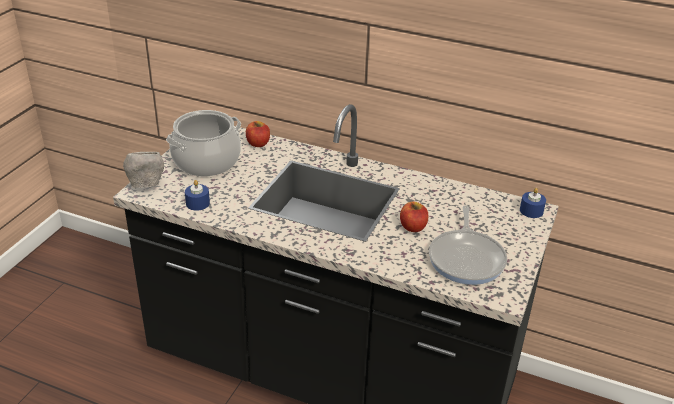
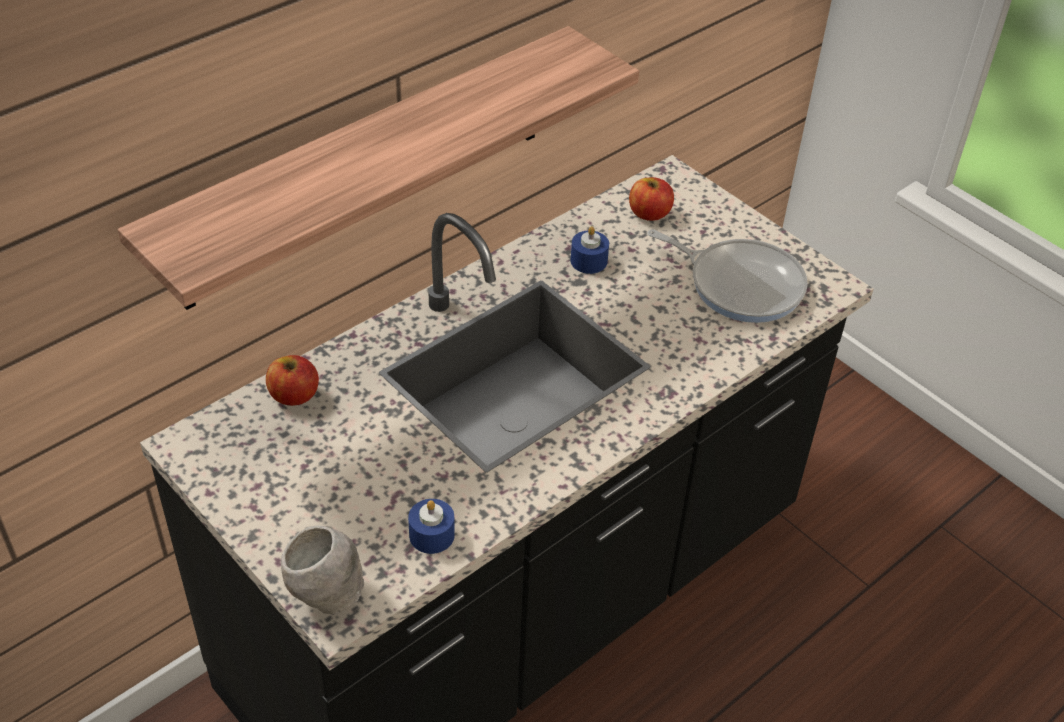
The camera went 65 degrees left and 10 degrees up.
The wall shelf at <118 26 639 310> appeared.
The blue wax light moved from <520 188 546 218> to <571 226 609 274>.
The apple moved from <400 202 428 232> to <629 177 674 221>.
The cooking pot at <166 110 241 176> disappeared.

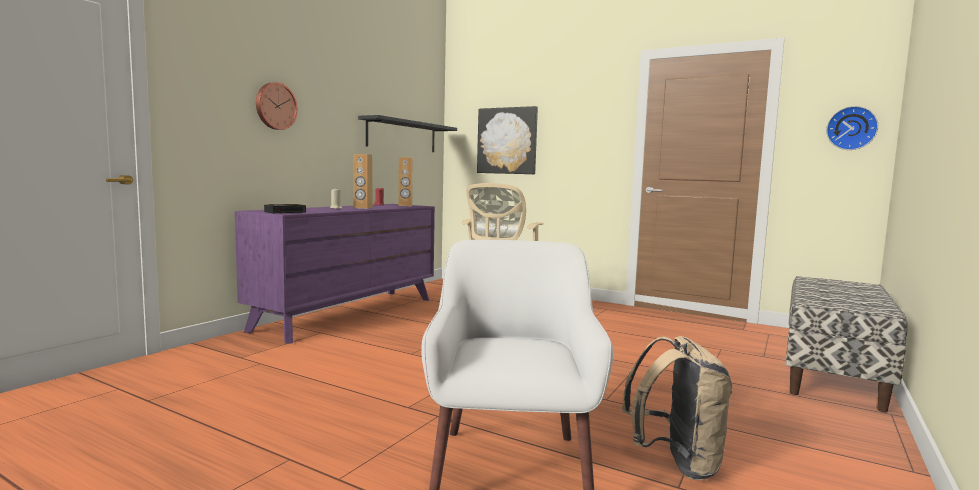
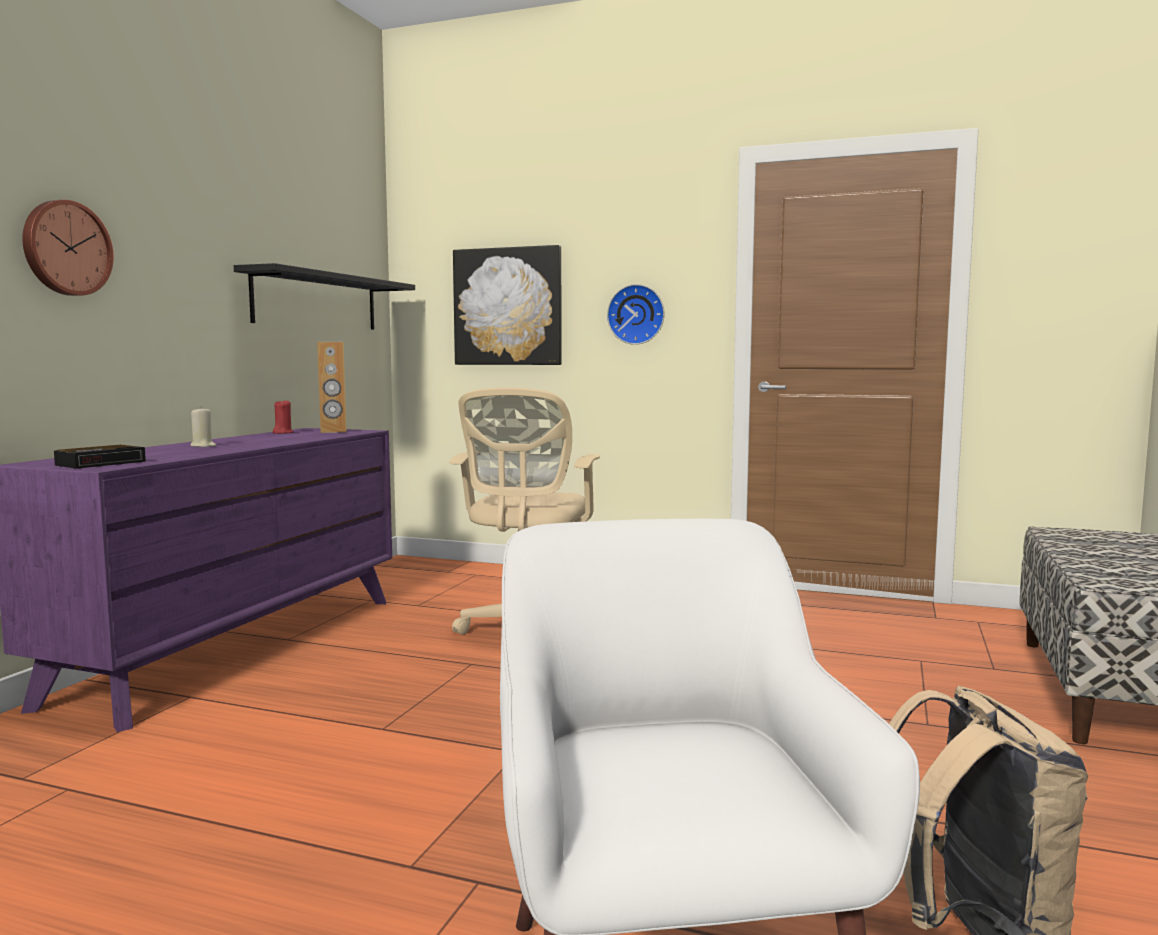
The camera went 10 degrees left and 0 degrees up.
The clock on the wall moved from <826 106 878 150> to <607 284 665 345>.
The brown speaker at <353 154 373 209> disappeared.

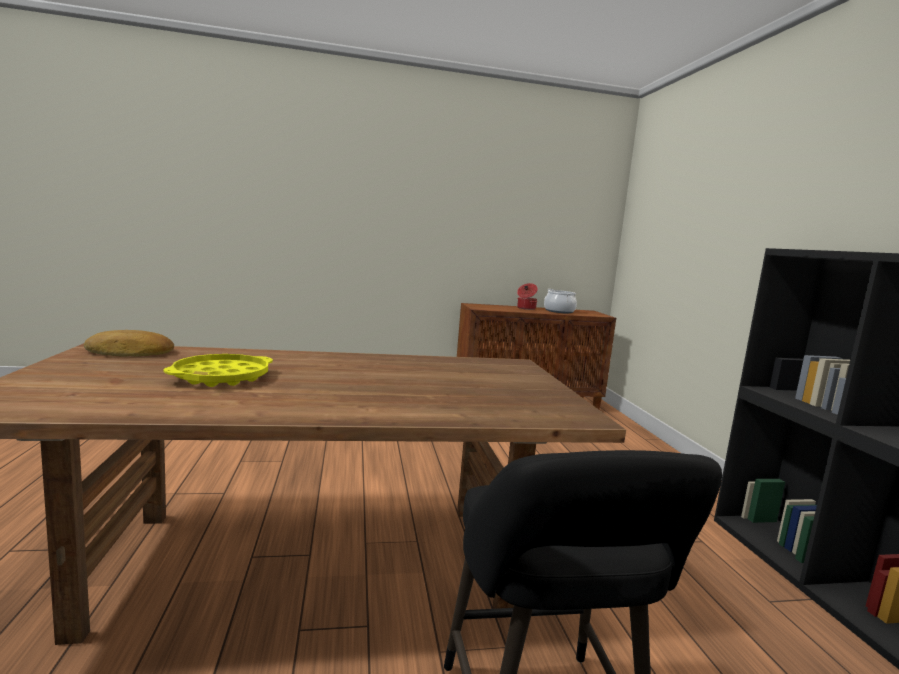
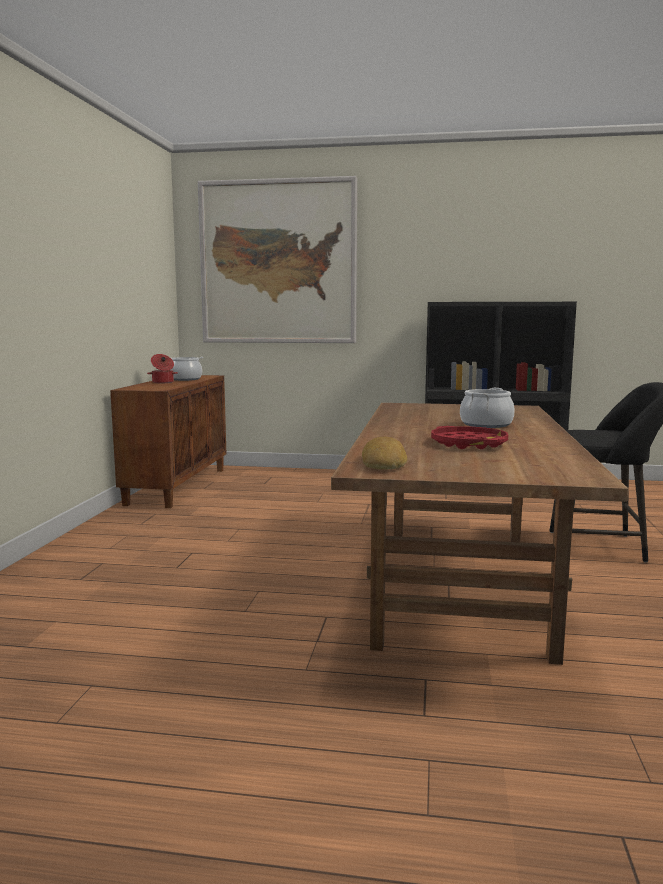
The camera went 70 degrees left and 0 degrees up.
The picture at <198 176 357 343> appeared.
The yellow carrying tray at <164 354 273 387> became the reddish carrying tray at <431 426 508 449>.
The cooking pot at <460 388 515 428> appeared.

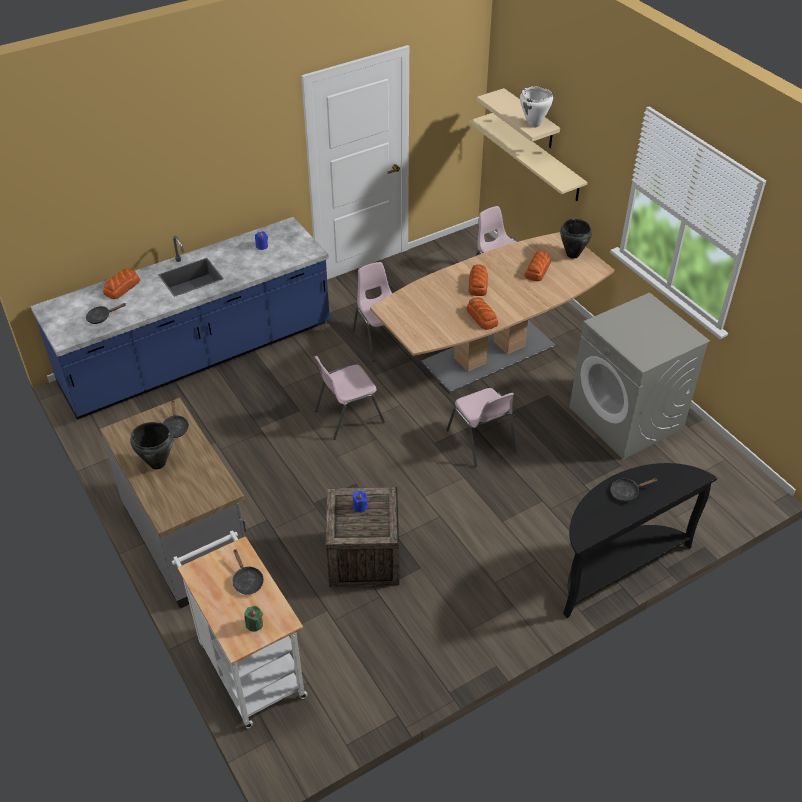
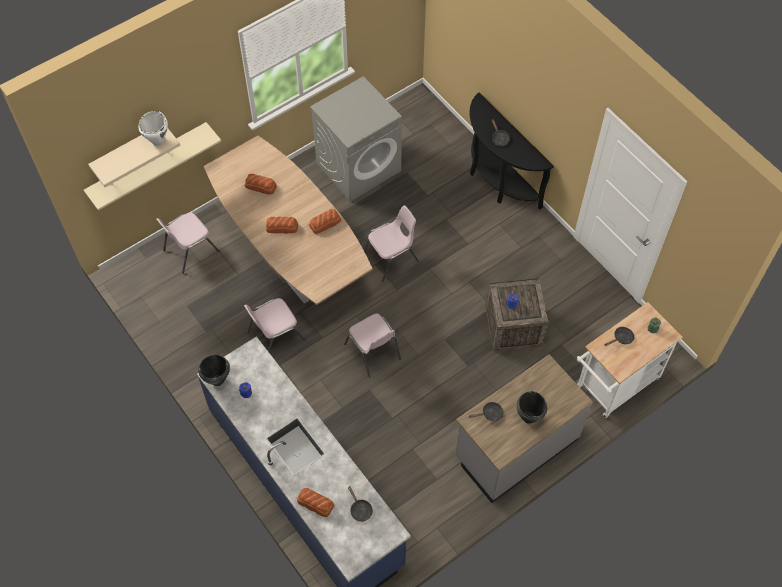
The camera went 95 degrees left and 15 degrees up.
The black cooking pot moved from <560 219 592 259> to <198 355 230 386>.

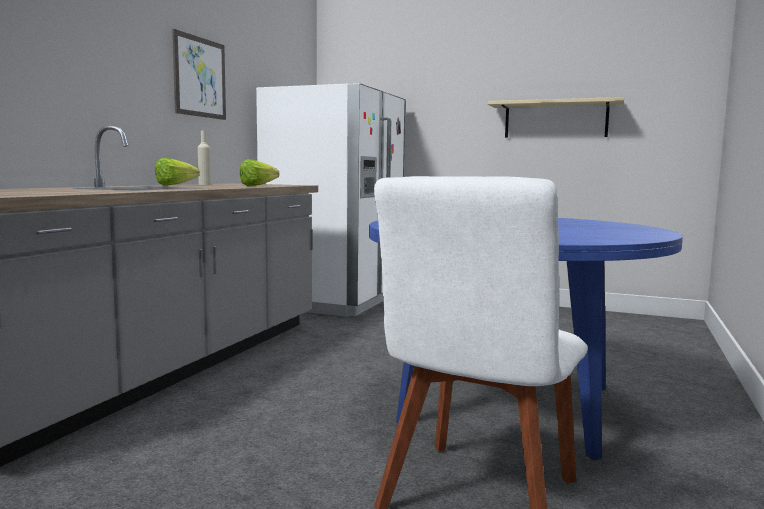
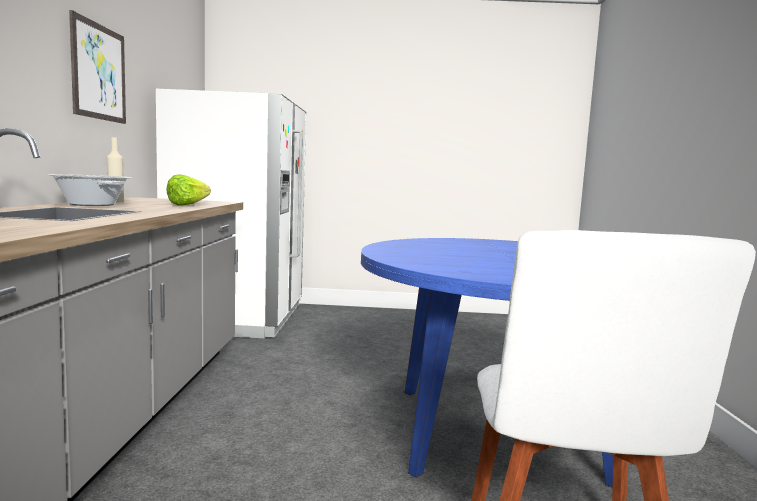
The camera went 20 degrees left and 0 degrees up.
The head of lettuce at <155 158 200 186> was replaced by the cooking pot at <48 174 131 206>.
The beige-coloured wall shelf at <487 97 624 138> disappeared.

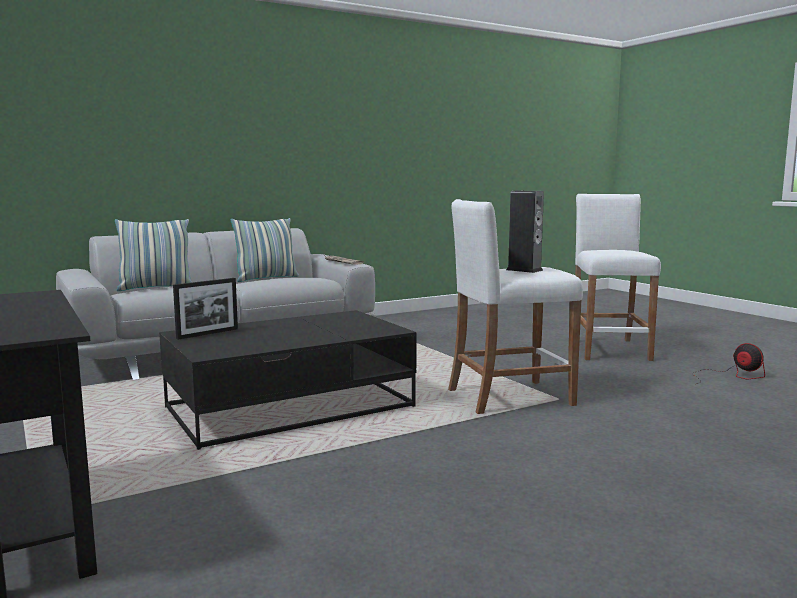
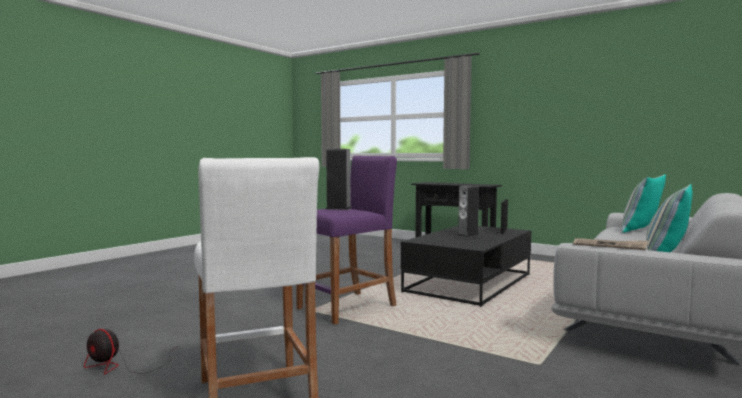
The camera went 155 degrees right and 5 degrees down.
The whitish stool at <448 199 583 414> became the purplish stool at <296 156 397 325>.
The speaker at <457 185 479 237> appeared.

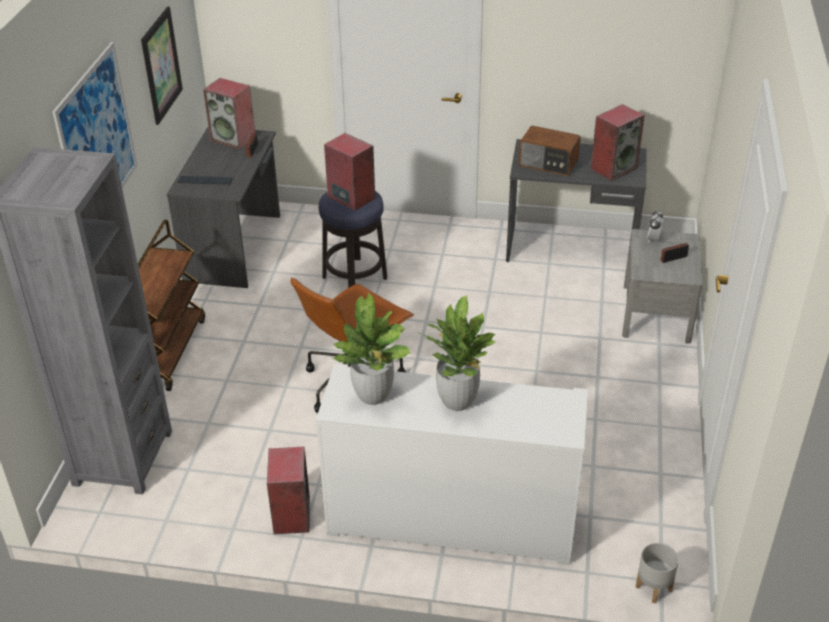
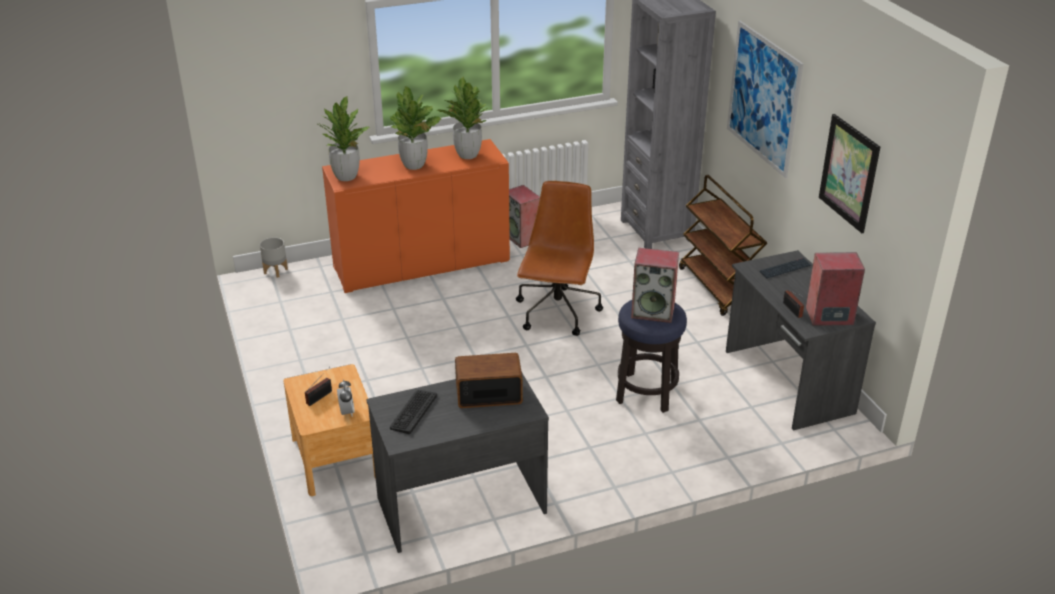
The camera went 150 degrees right and 5 degrees down.
The gray nightstand at <622 229 702 344> became the brown nightstand at <283 364 376 496>.
The potted plant at <317 96 370 181> appeared.
The whitish cupboard at <316 363 588 565> became the orange cupboard at <322 139 510 293>.
The speaker at <591 104 645 181> was replaced by the PC keyboard at <390 390 437 434>.

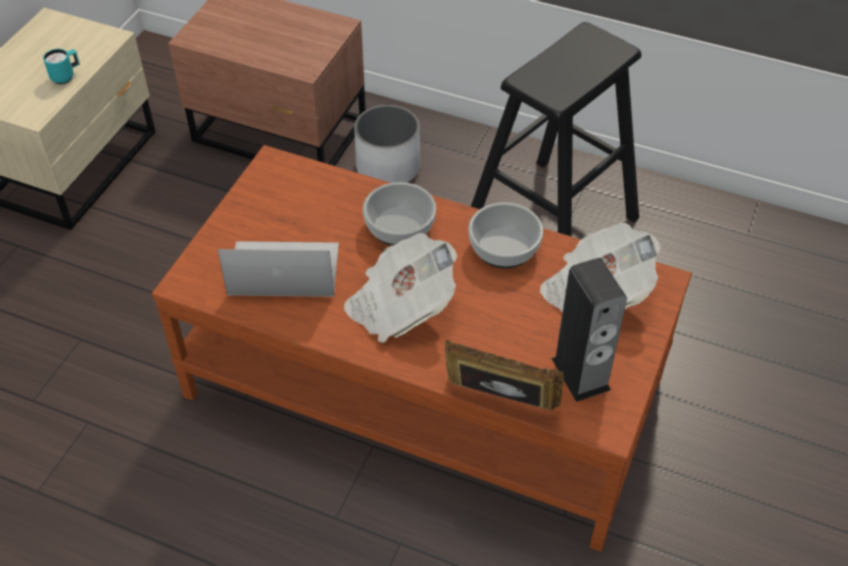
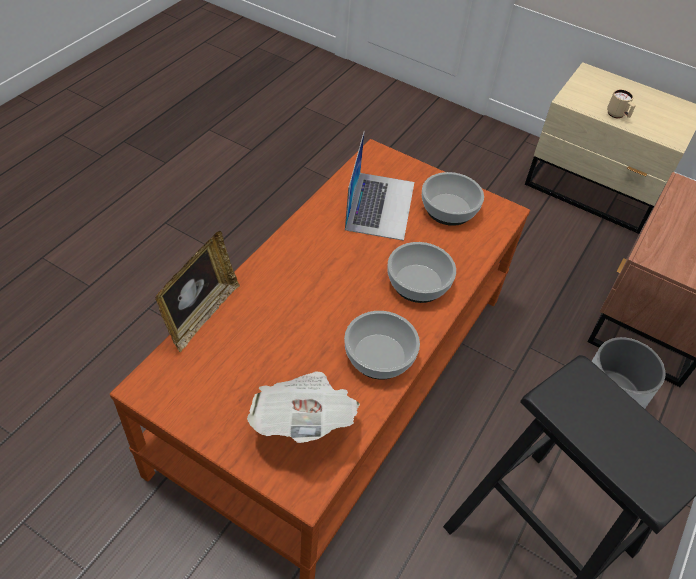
The camera went 95 degrees right and 0 degrees up.
The deep dish at <422 172 484 226> appeared.
The turquoise-coloured coffee mug at <43 49 80 84> became the beige-coloured coffee mug at <607 89 636 118>.
The daily paper at <344 233 458 343> disappeared.
The speaker at <551 258 627 402> disappeared.

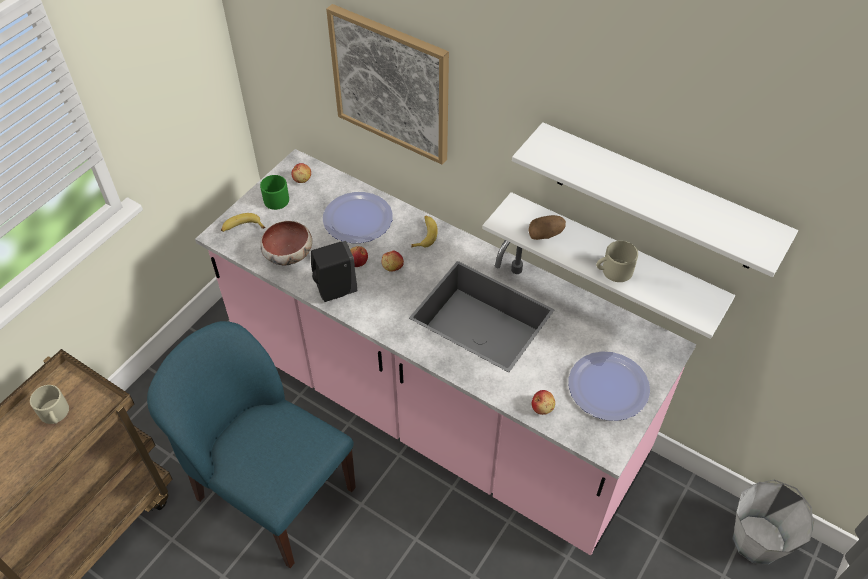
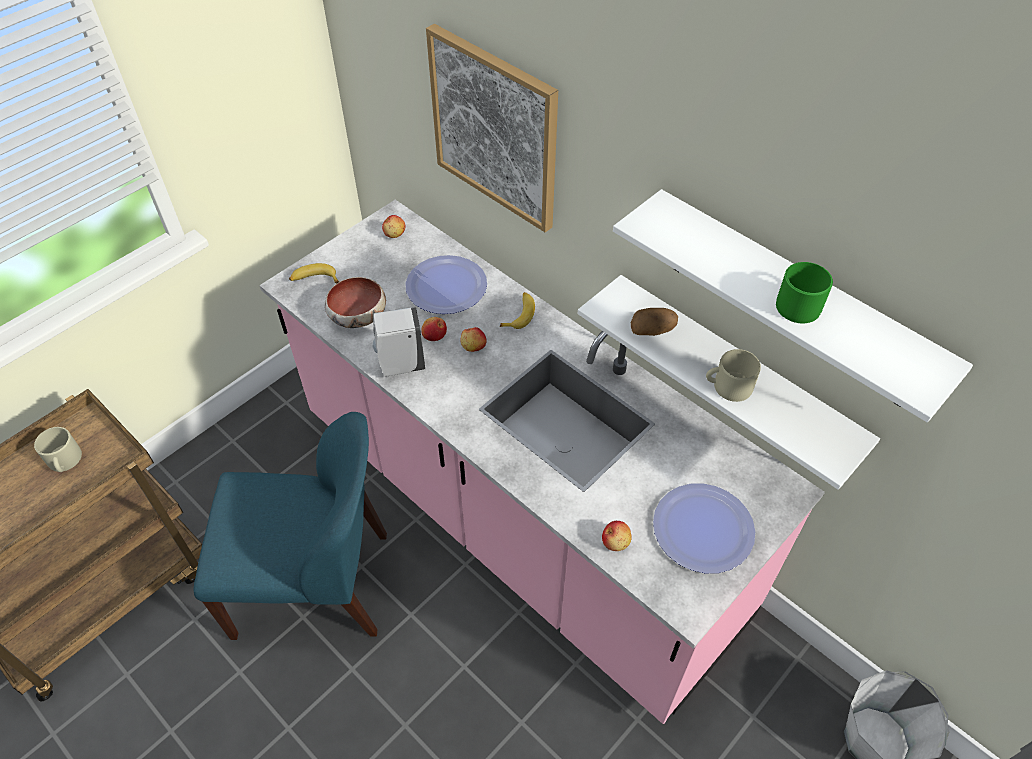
The camera went 10 degrees right and 0 degrees up.
The blue chair at <147 321 356 568> turned 135 degrees clockwise.
The black soap dispenser at <311 241 357 302> became the whitish soap dispenser at <372 307 425 377>.
The greenish coffee mug moved from <260 175 289 210> to <776 262 833 323>.

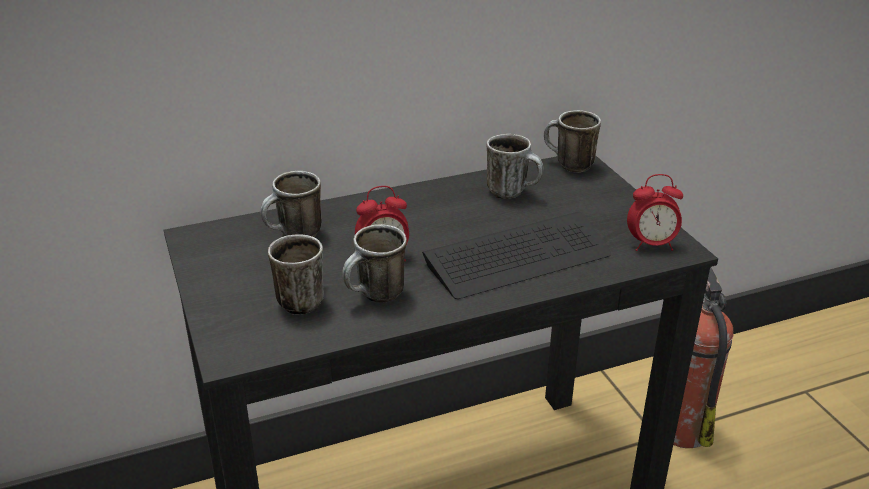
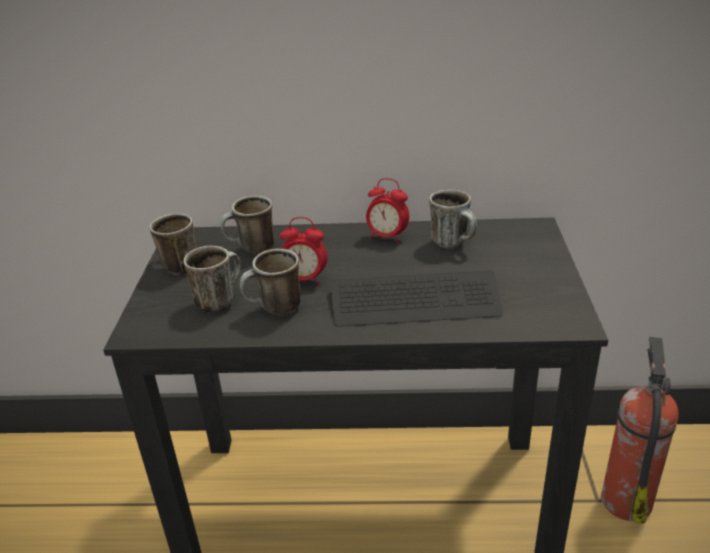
The camera went 25 degrees right and 0 degrees up.
The coffee mug moved from <544 110 601 173> to <149 213 196 275>.
The table clock moved from <627 174 683 251> to <366 178 409 244>.

